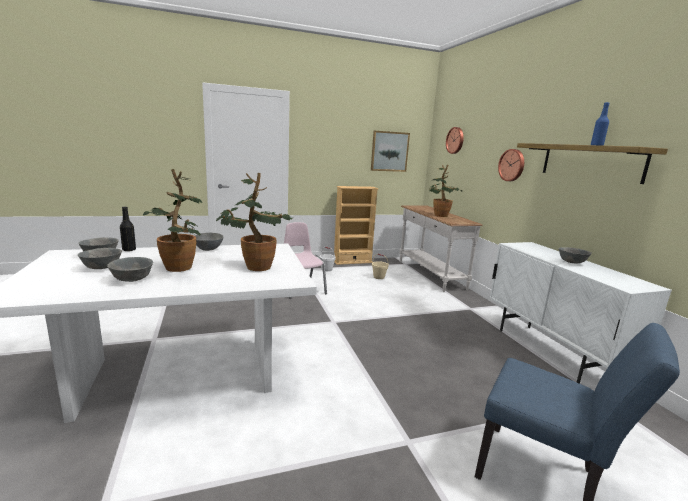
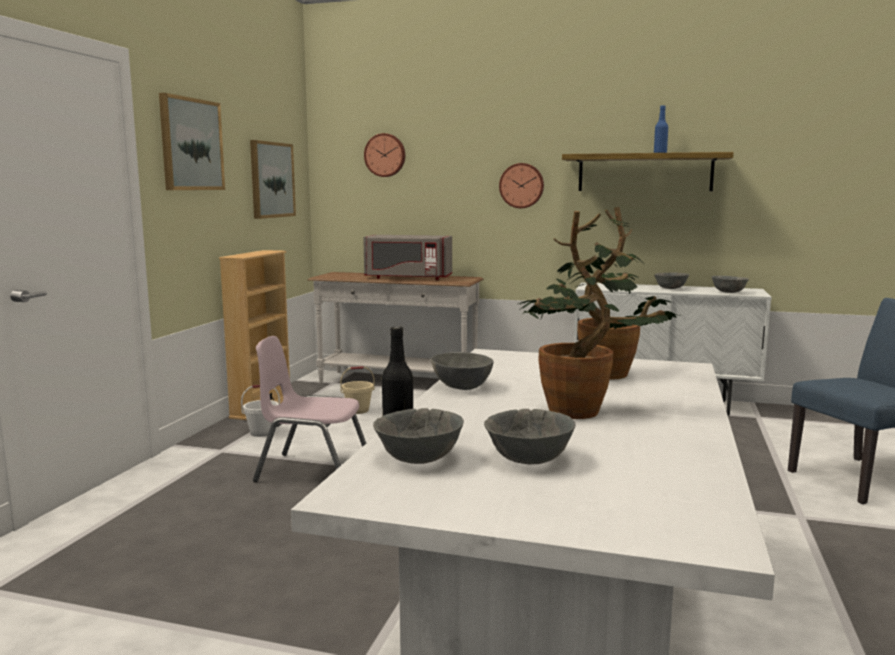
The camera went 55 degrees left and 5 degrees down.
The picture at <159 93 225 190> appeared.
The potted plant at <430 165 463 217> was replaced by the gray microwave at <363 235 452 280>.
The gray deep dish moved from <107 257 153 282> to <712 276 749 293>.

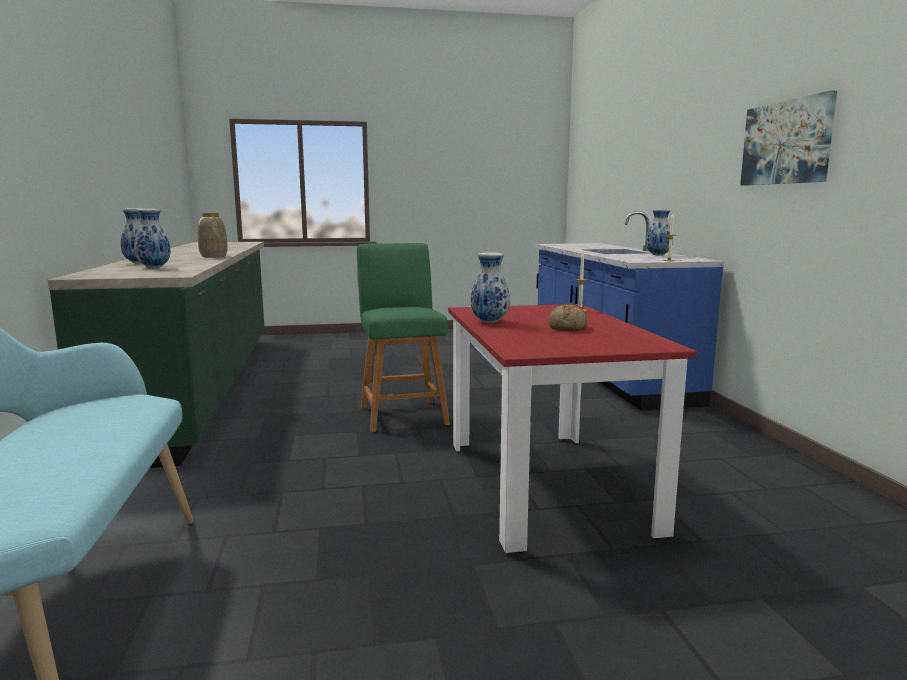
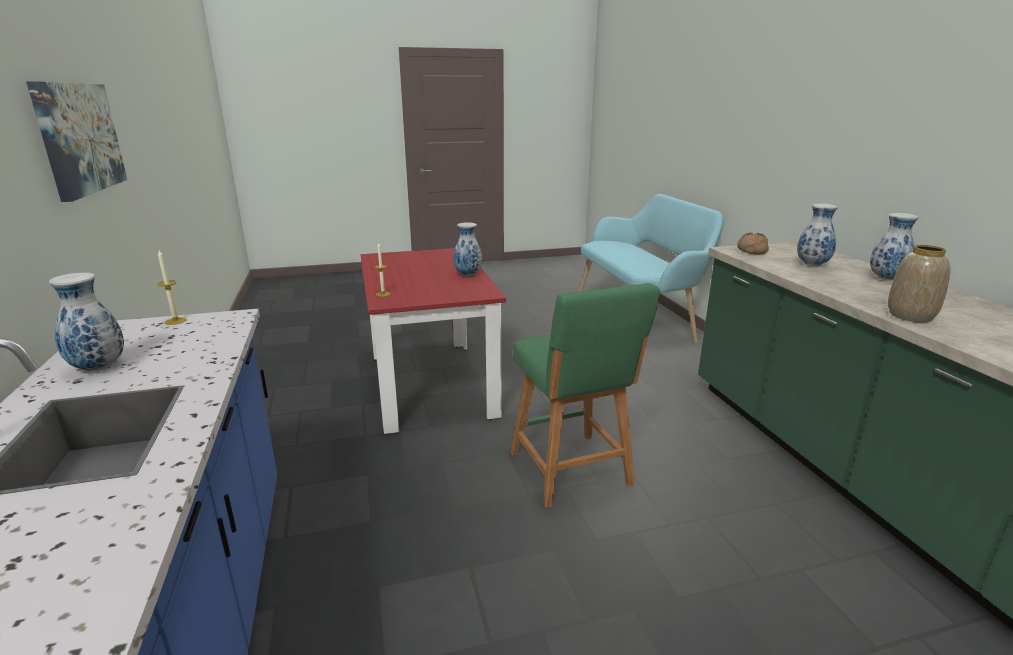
The camera went 175 degrees right and 10 degrees up.
The bread moved from <549 303 587 331> to <737 233 769 255>.

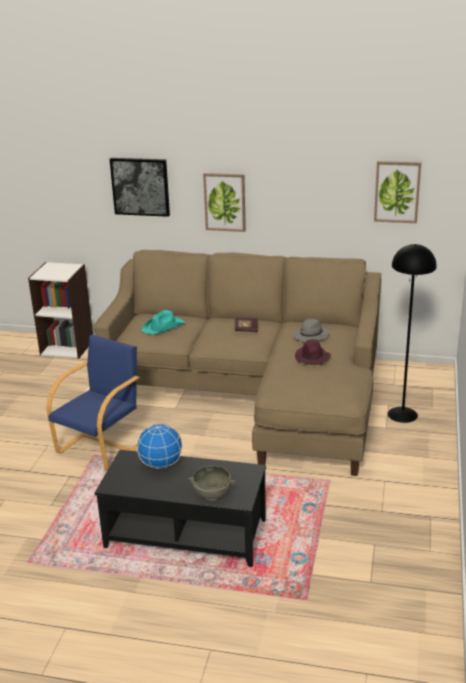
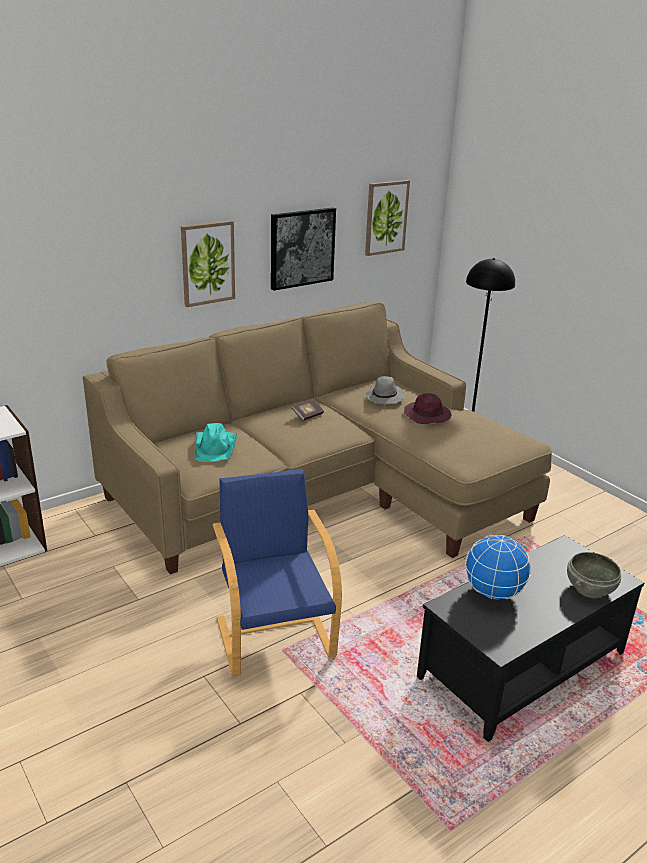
The camera went 50 degrees left and 0 degrees up.
The picture moved from <110 158 170 217> to <271 207 336 291>.

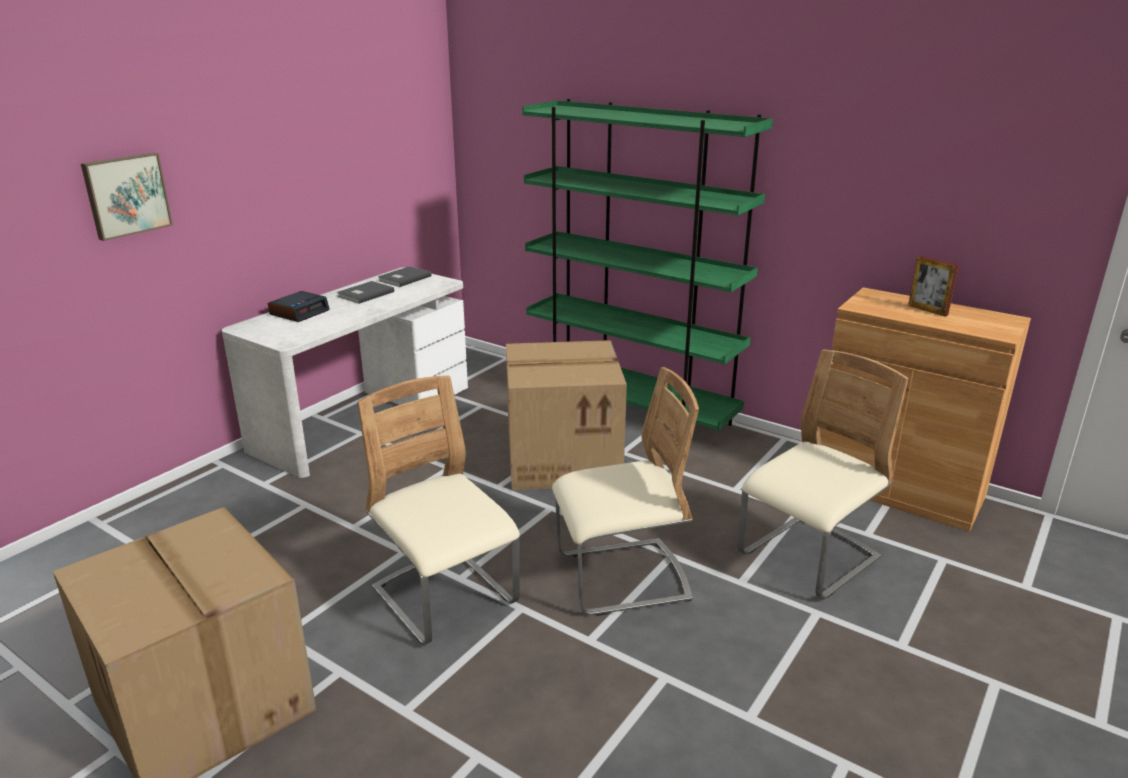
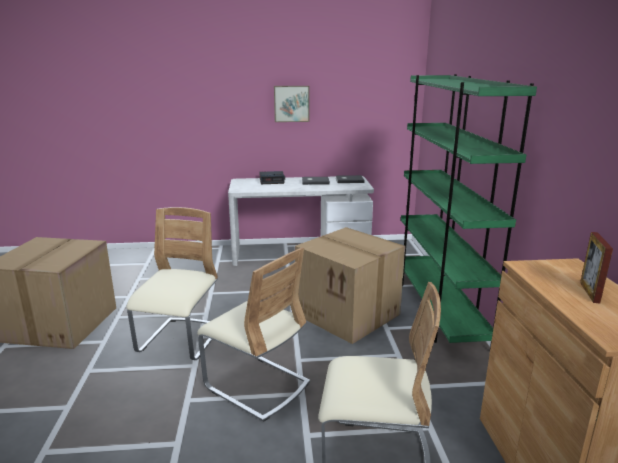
The camera went 50 degrees right and 5 degrees down.
The picture moved from <81 152 173 241> to <274 86 309 122>.

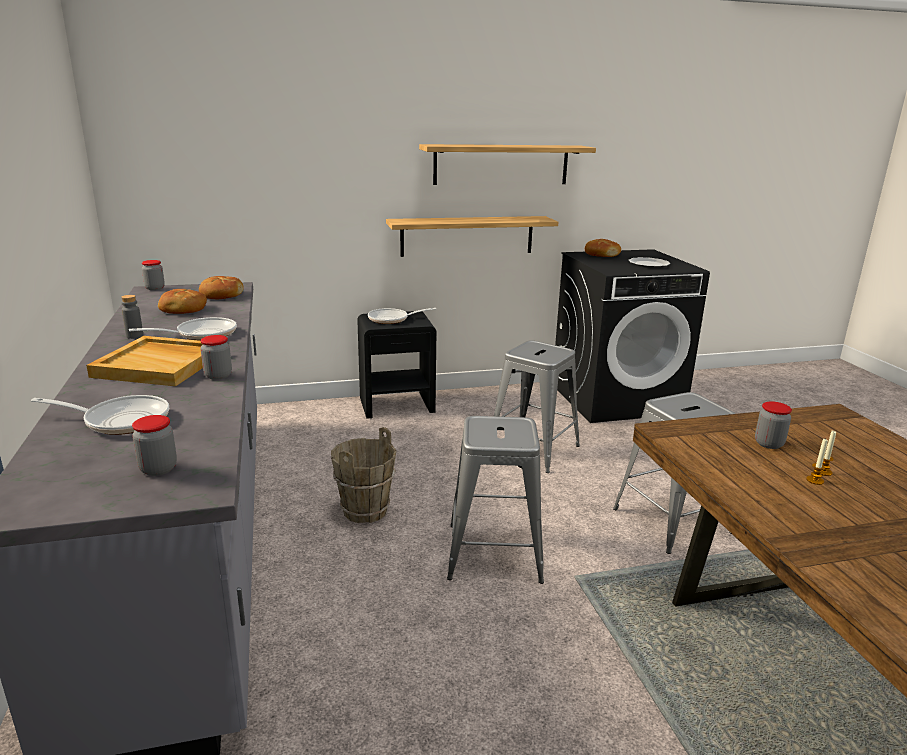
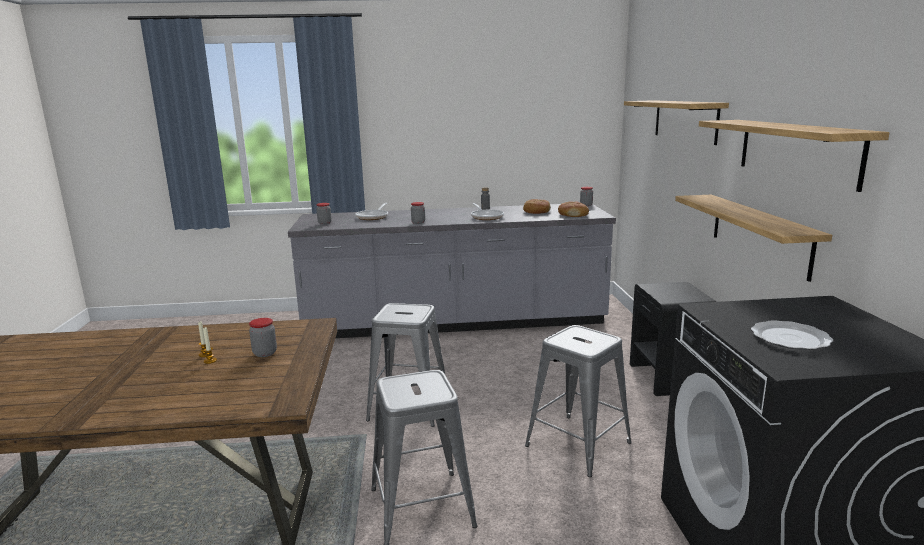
The camera went 100 degrees right and 5 degrees down.
The wall shelf at <624 100 729 145> appeared.
The beige-coloured carrying tray at <86 336 203 386> disappeared.
The brown pail at <331 427 396 523> disappeared.
The pan at <368 308 436 324> disappeared.
The bread at <585 239 621 257> disappeared.

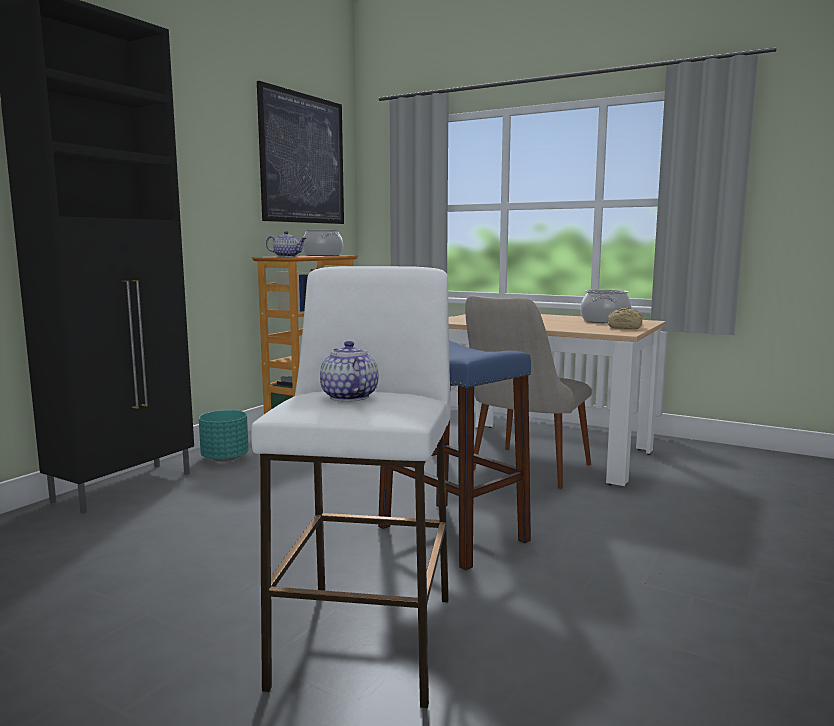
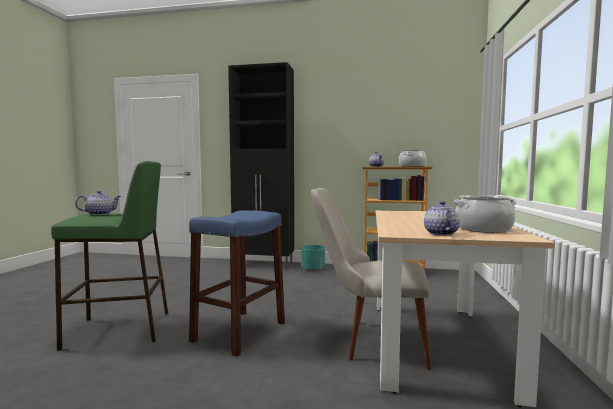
The camera went 70 degrees right and 5 degrees down.
The whitish stool at <251 266 451 708> became the greenish stool at <51 161 168 351>.
The bread at <608 308 643 329> was replaced by the tea pot at <424 201 460 236>.
The picture at <257 81 344 224> disappeared.

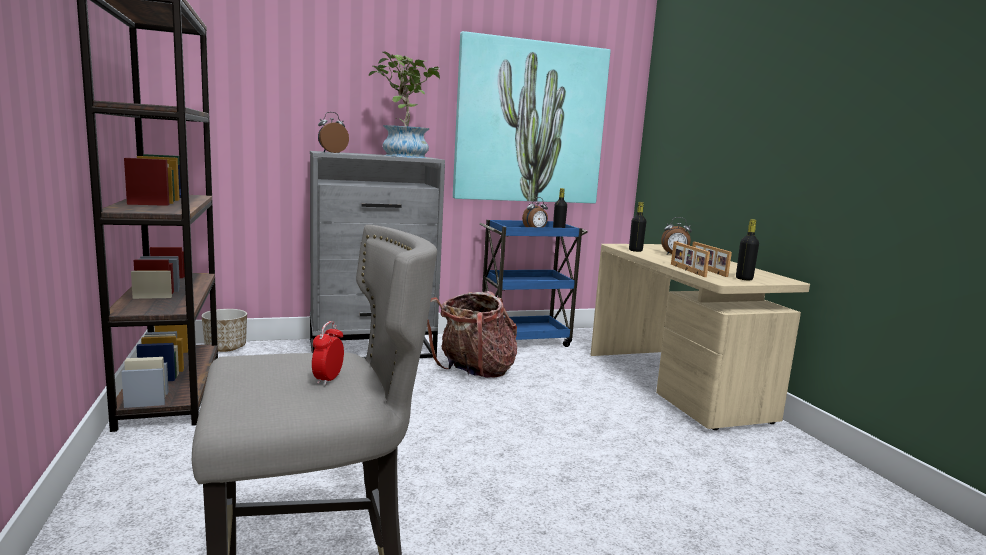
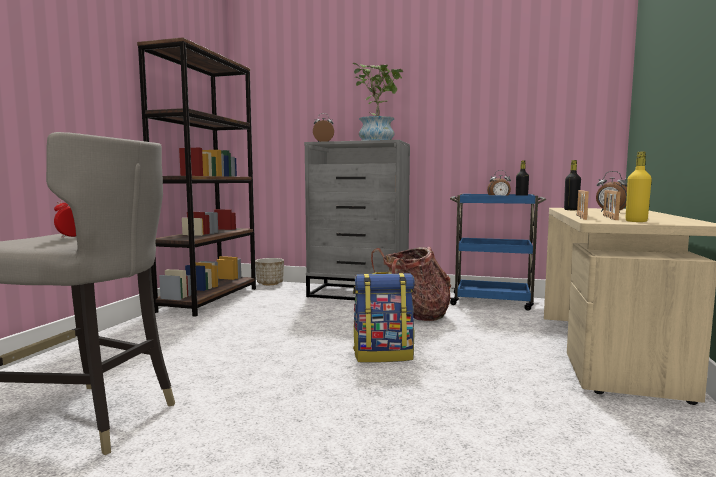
The camera went 35 degrees right and 5 degrees down.
The knapsack at <353 272 415 363> appeared.
The black beverage bottle at <736 219 759 280> became the yellow beverage bottle at <626 152 652 222>.
The picture at <453 31 611 204> disappeared.

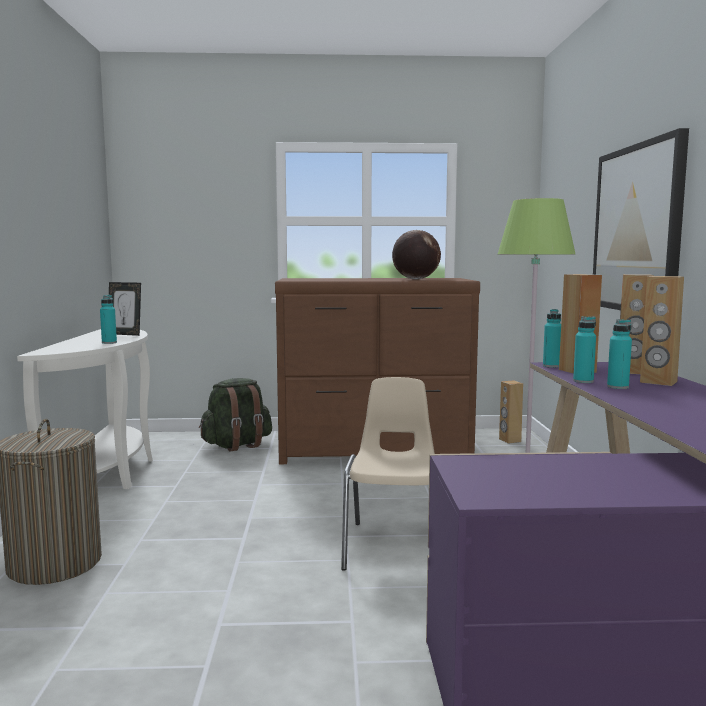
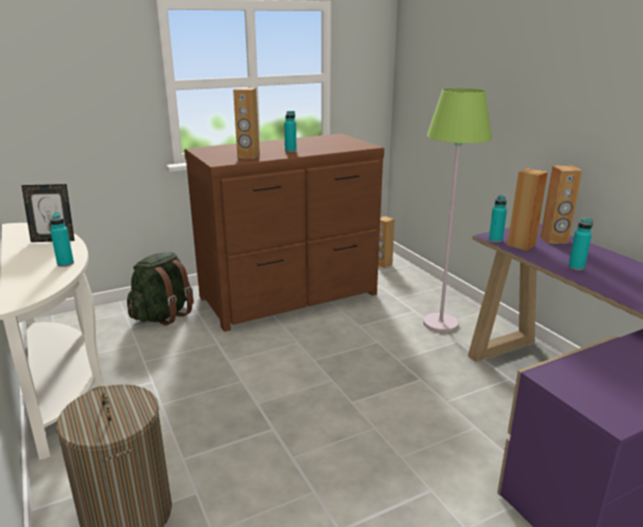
The camera went 25 degrees left and 15 degrees up.
The brown speaker moved from <640 276 684 386> to <233 88 260 159>.
The turquoise-coloured beverage bottle moved from <573 316 596 383> to <284 111 297 152>.
The beige-coloured chair at <341 377 435 571> disappeared.
The desk globe at <392 230 441 279> disappeared.
The picture at <593 128 689 310> disappeared.

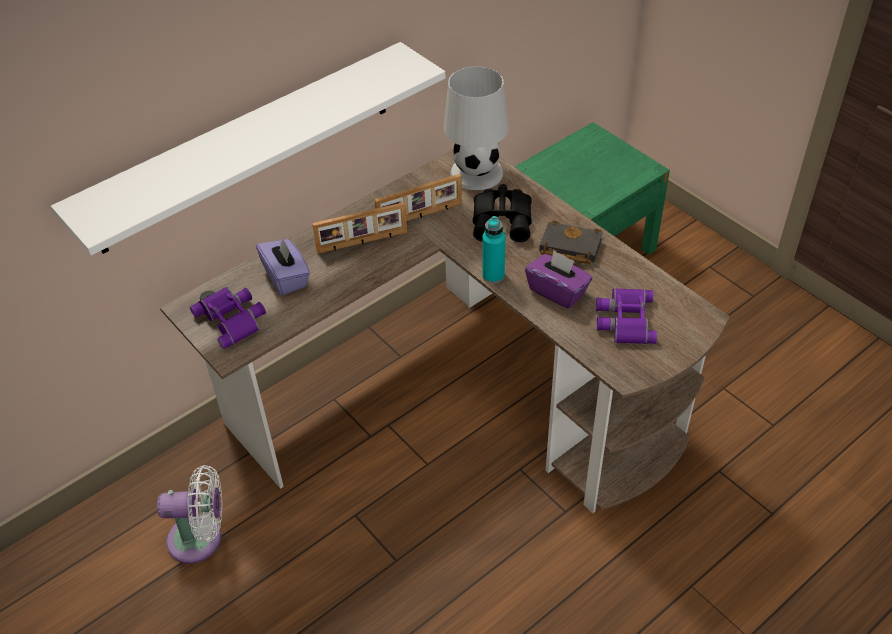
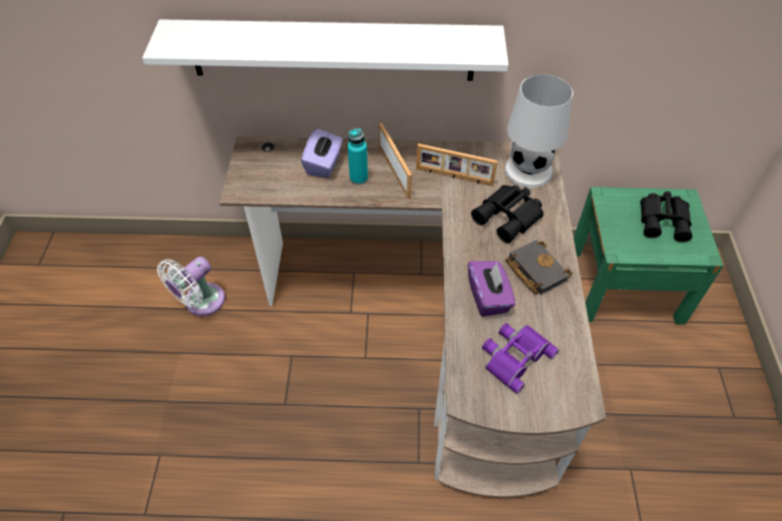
The camera went 40 degrees right and 5 degrees up.
The whitish cooling fan at <157 465 222 564> turned 90 degrees clockwise.
The turquoise-coloured beverage bottle moved from <482 216 505 283> to <348 128 368 185>.
The photo frame at <312 202 407 254> turned 135 degrees counterclockwise.
The black pair of binoculars at <640 191 692 243> appeared.
The purplish pair of binoculars at <190 287 266 349> disappeared.

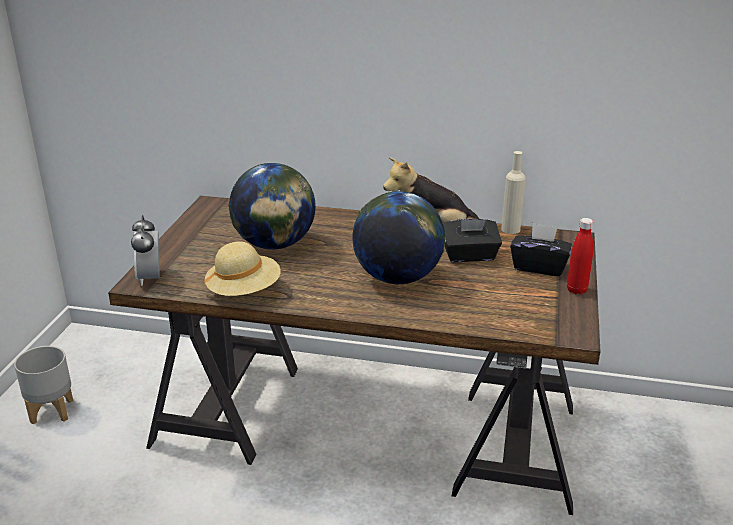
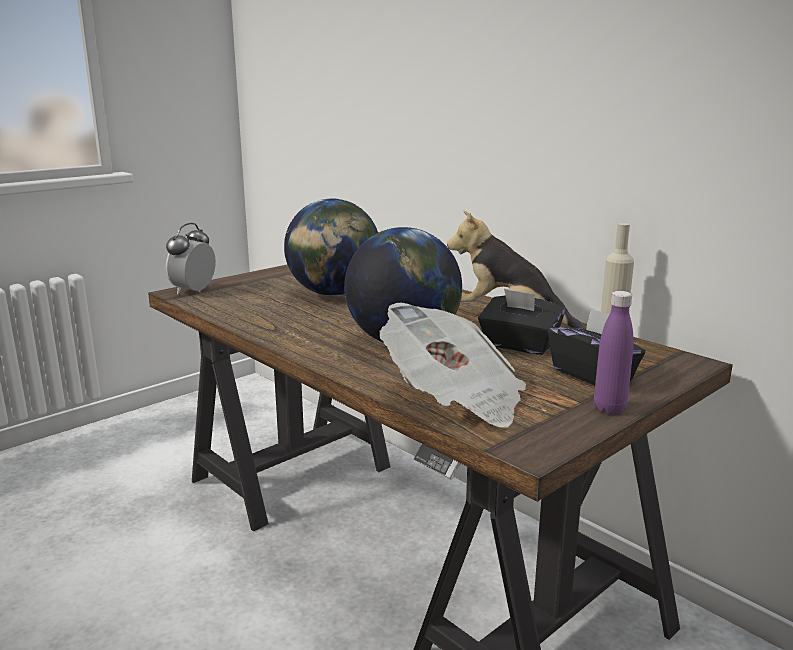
The camera went 35 degrees right and 10 degrees down.
The daily paper at <379 303 526 428> appeared.
The reddish beverage bottle at <567 218 593 294> became the purplish beverage bottle at <594 291 634 414>.
The gray plant pot at <14 346 73 424> disappeared.
The beige-coloured hat at <204 241 281 296> disappeared.

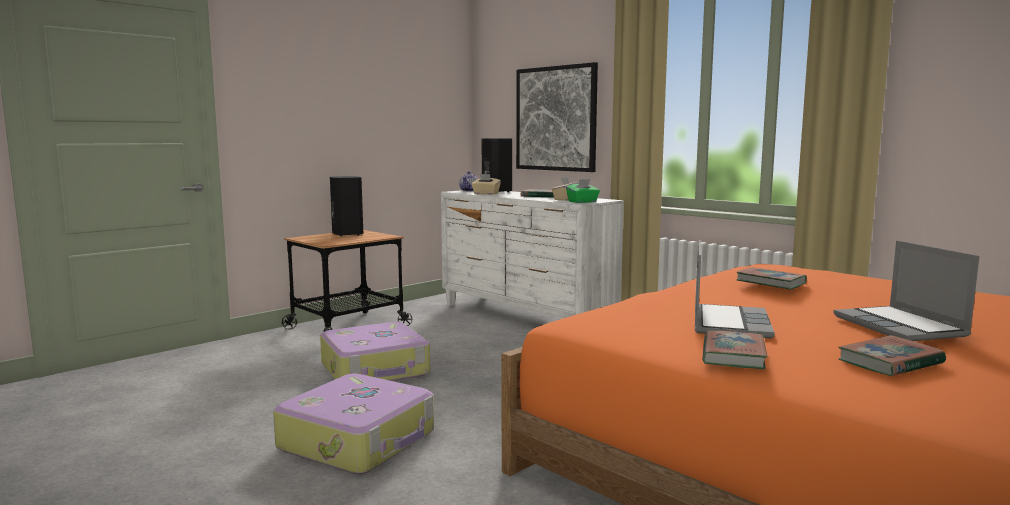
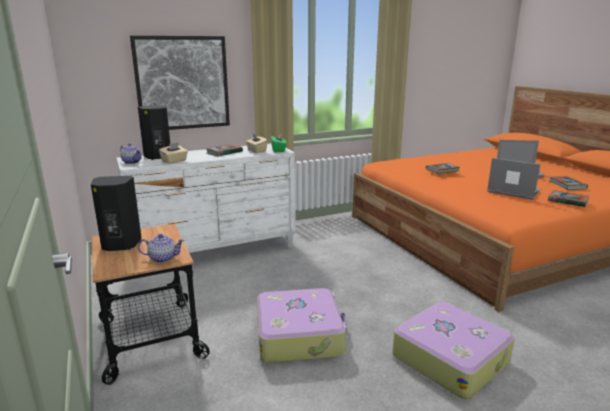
The camera went 70 degrees left and 10 degrees up.
The tea pot at <138 234 184 263> appeared.

